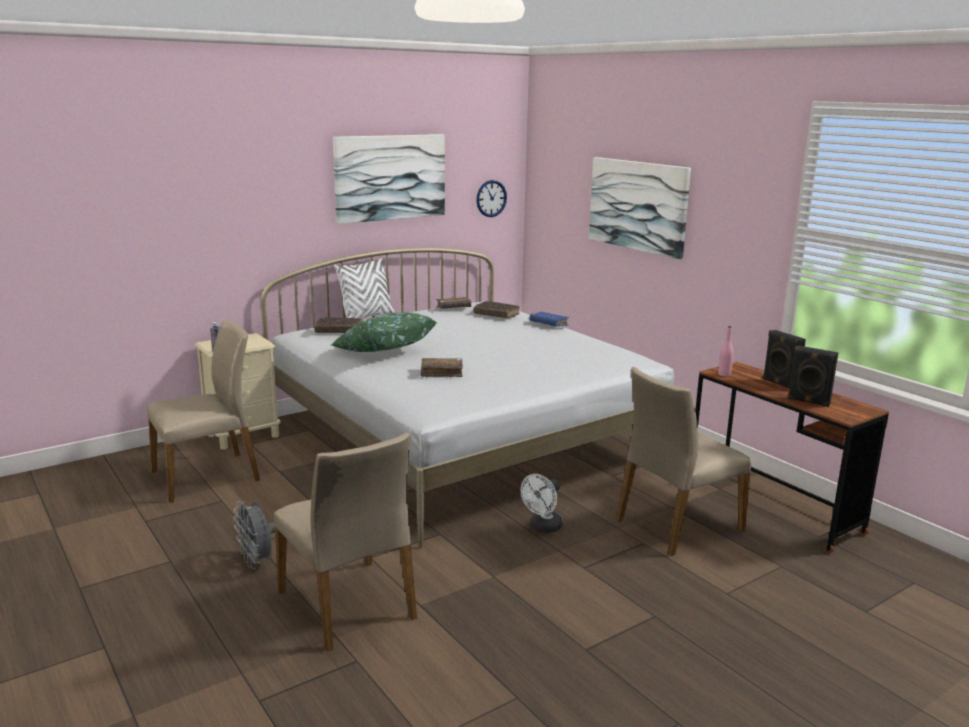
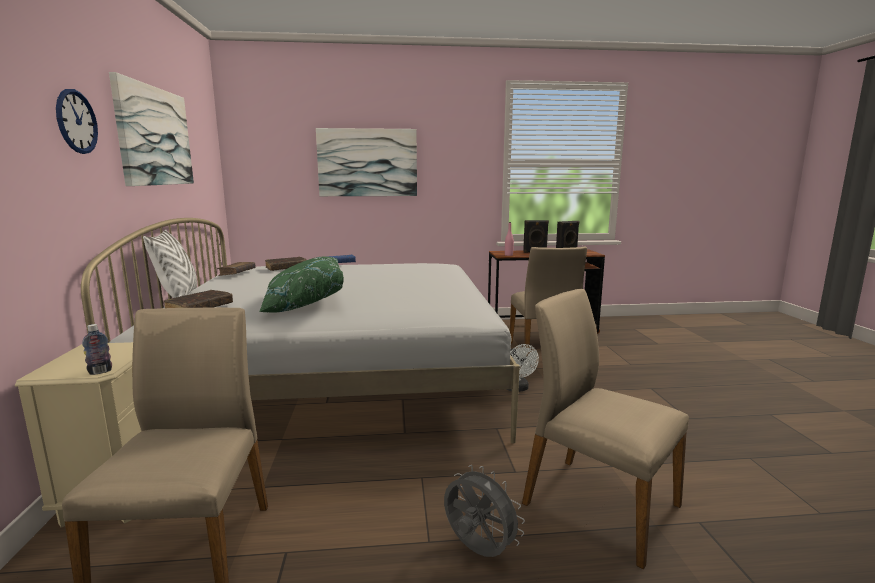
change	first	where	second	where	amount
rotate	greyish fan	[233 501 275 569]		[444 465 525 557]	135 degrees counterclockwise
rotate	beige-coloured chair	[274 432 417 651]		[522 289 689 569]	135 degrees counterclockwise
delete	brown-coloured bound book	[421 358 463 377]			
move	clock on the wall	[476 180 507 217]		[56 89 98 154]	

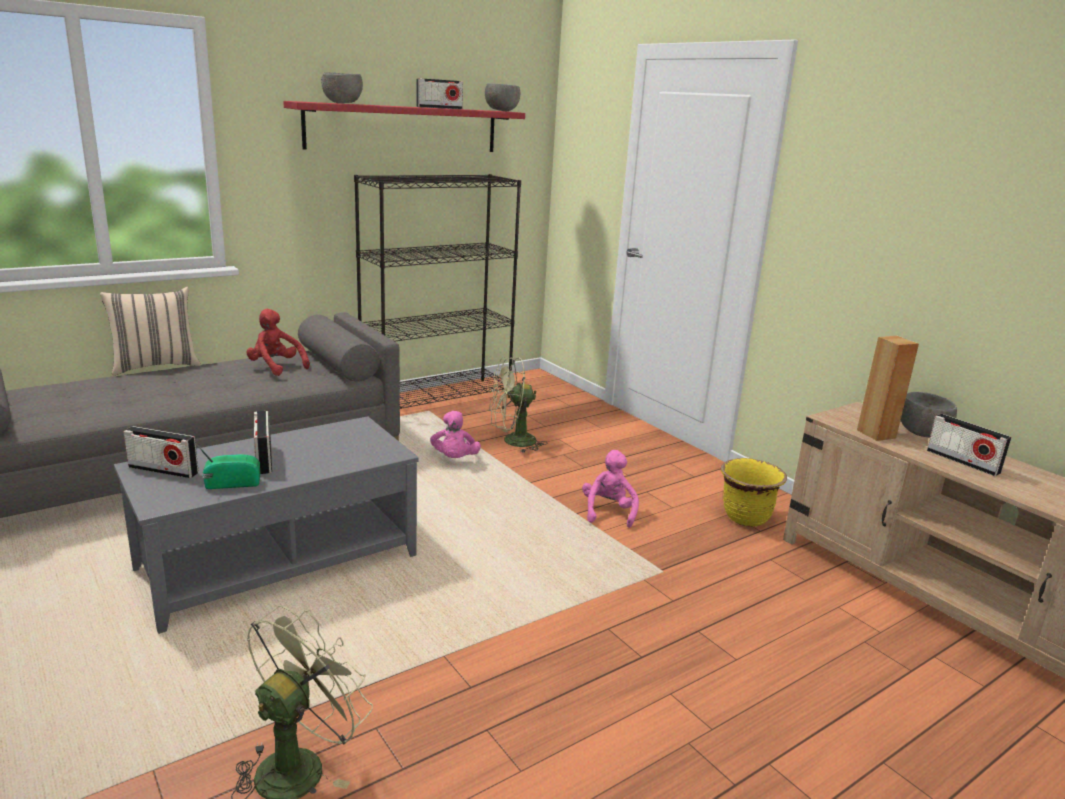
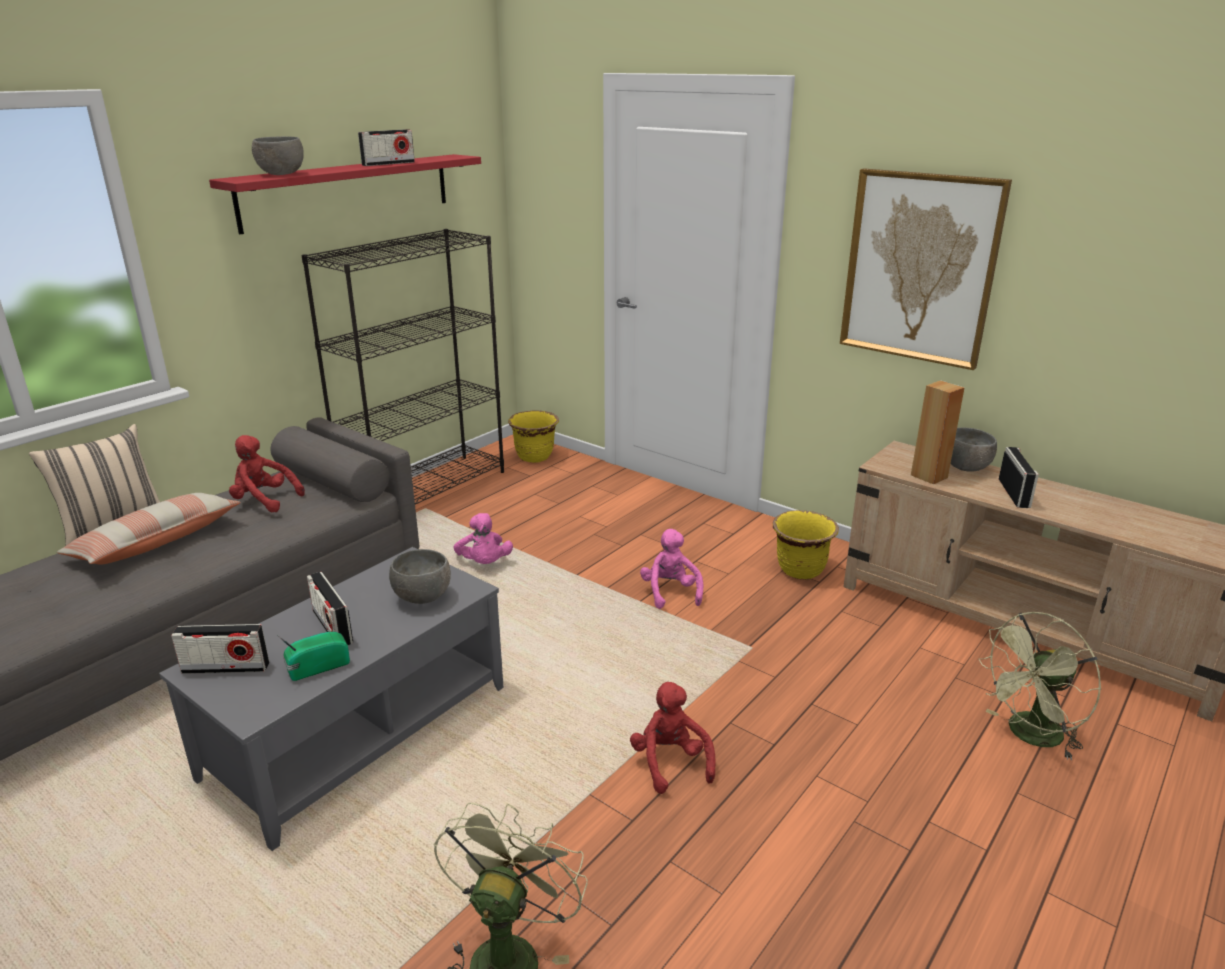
change	first	where	second	where	amount
move	greyish serving bowl	[485 83 520 111]		[389 549 451 604]	
move	green fan	[489 357 548 453]		[978 612 1101 760]	
rotate	radio set	[927 414 1012 476]		[999 447 1039 508]	120 degrees counterclockwise
insert			pillow	[57 493 241 565]	
insert			yellowish flower pot	[508 410 559 463]	
insert			reddish cuddly toy	[630 682 715 794]	
insert			wall picture	[840 168 1012 370]	

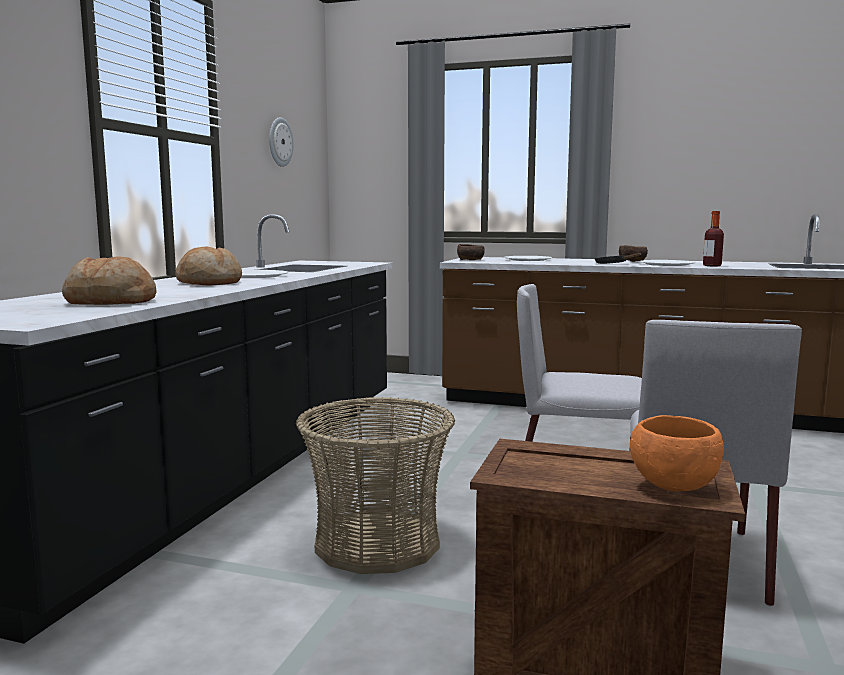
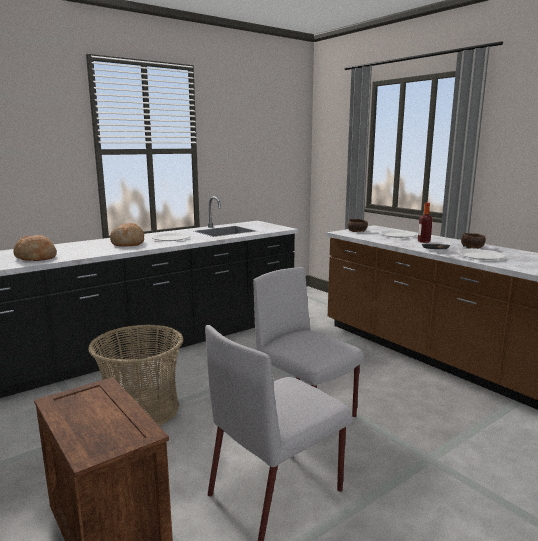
change	first	where	second	where	amount
delete	clock on the wall	[269 117 293 167]			
delete	orangey serving bowl	[630 415 724 492]			
move	beverage bottle	[703 211 724 266]		[418 203 432 243]	

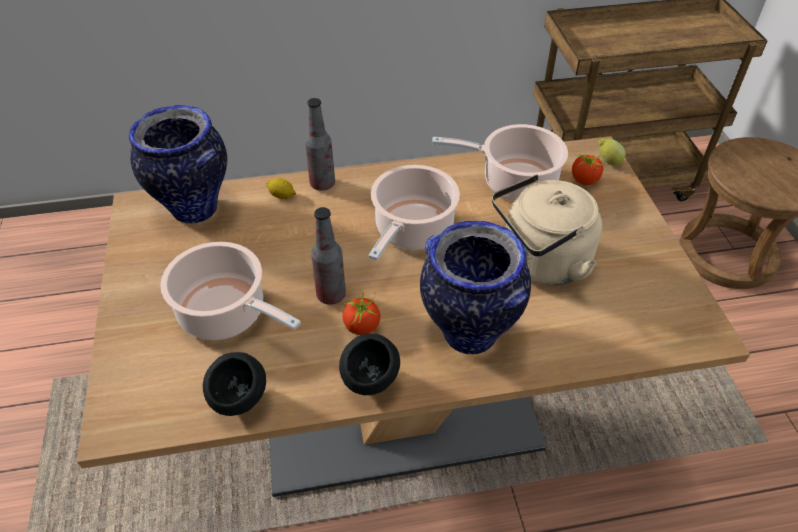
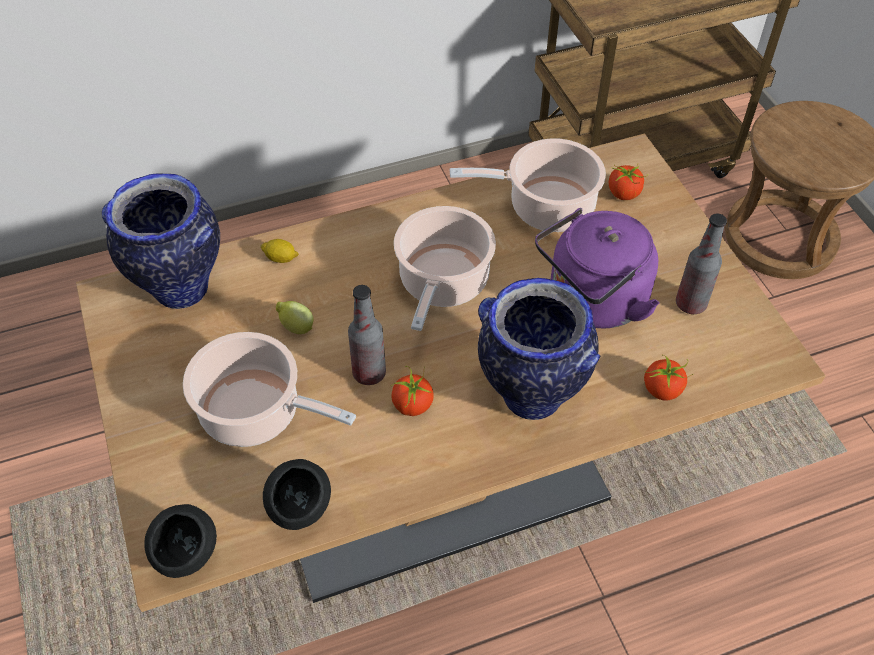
change	first	where	second	where	amount
move	beverage bottle	[305 98 335 191]		[676 213 727 314]	
move	black-coloured serving bowl	[339 334 400 395]		[144 504 217 578]	
recolor	beige-coloured water kettle	[492 174 602 285]	purplish water kettle	[535 208 659 329]	
move	whole lemon	[599 138 626 166]		[276 301 314 334]	
insert			tomato	[644 354 693 401]	

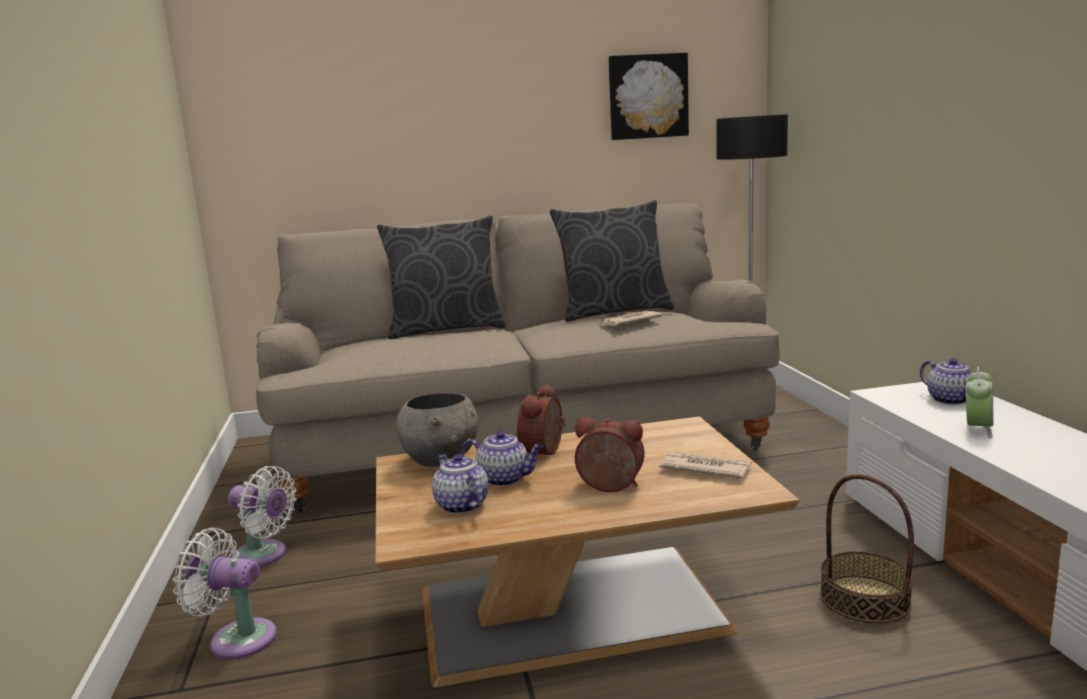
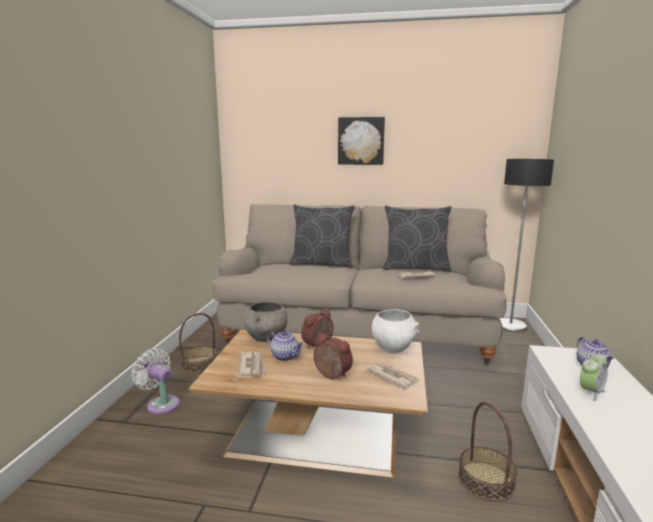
change	first	where	second	where	amount
replace	white fan	[228 466 297 568]	storage basket	[179 313 217 374]	
replace	teapot	[432 454 489 514]	printed paper	[237 352 265 378]	
move	wall picture	[609 53 689 140]		[338 117 385 165]	
insert			white serving bowl	[371 309 419 353]	

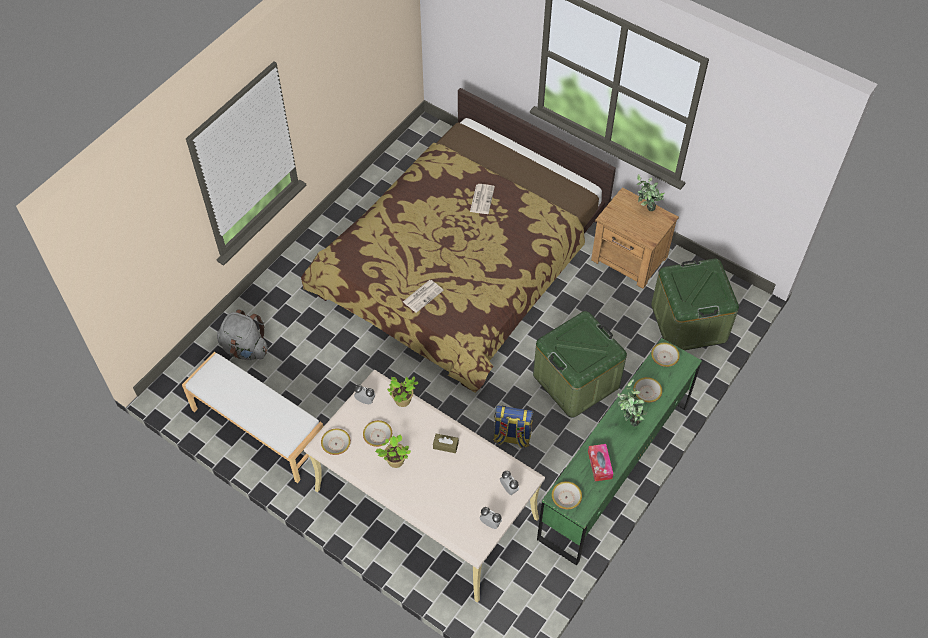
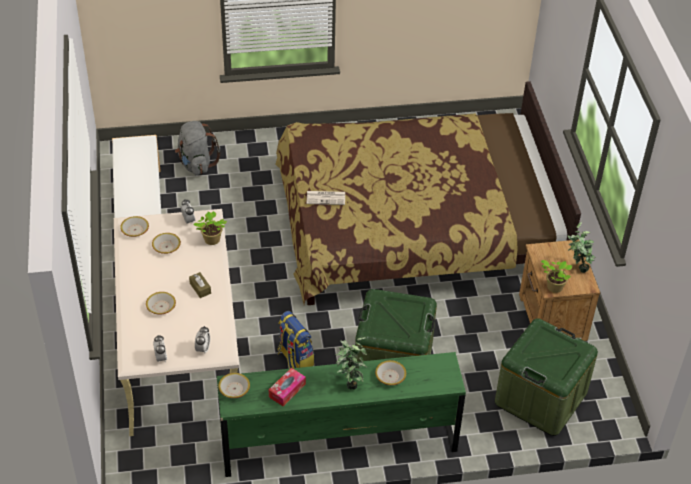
change	first	where	second	where	amount
move	houseplant	[375 435 411 468]		[541 260 572 293]	
delete	printed paper	[470 184 495 214]			
move	serving bowl	[651 343 680 367]		[146 292 176 315]	

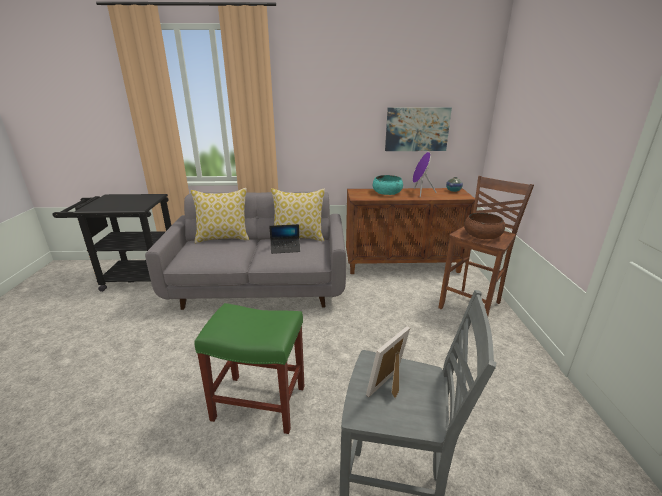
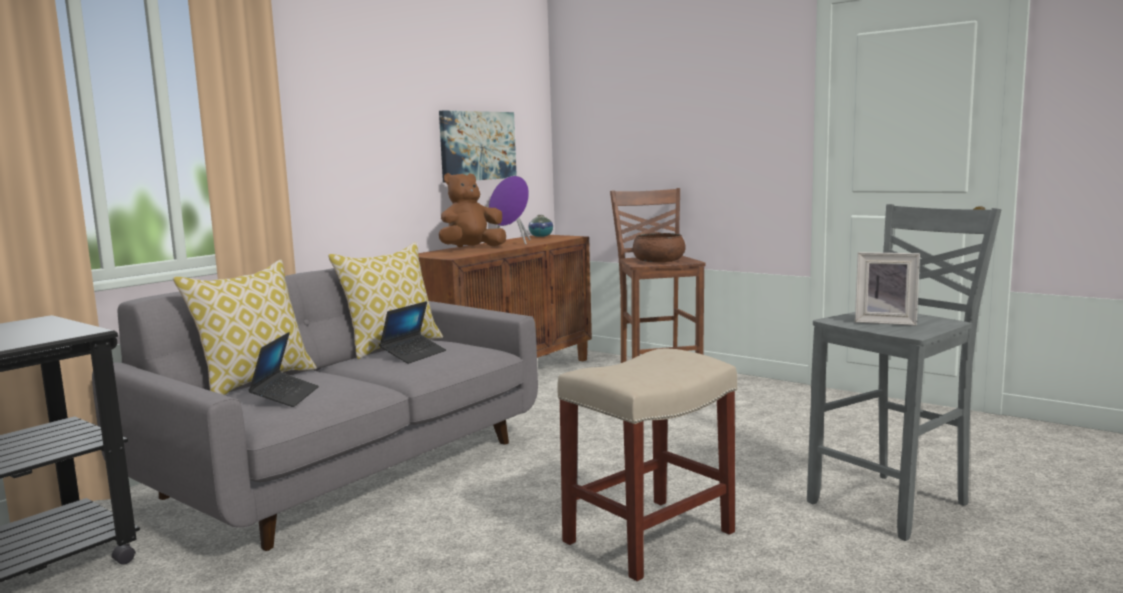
change	first	where	second	where	amount
recolor	green stool seat	[195 303 304 434]	beige-coloured stool seat	[557 349 737 581]	
rotate	standing frame	[366 326 410 398]		[855 252 920 326]	60 degrees counterclockwise
replace	turquoise-coloured serving bowl	[373 175 403 195]	brown-coloured cuddly toy	[439 173 506 247]	
insert			notebook computer	[248 332 319 407]	

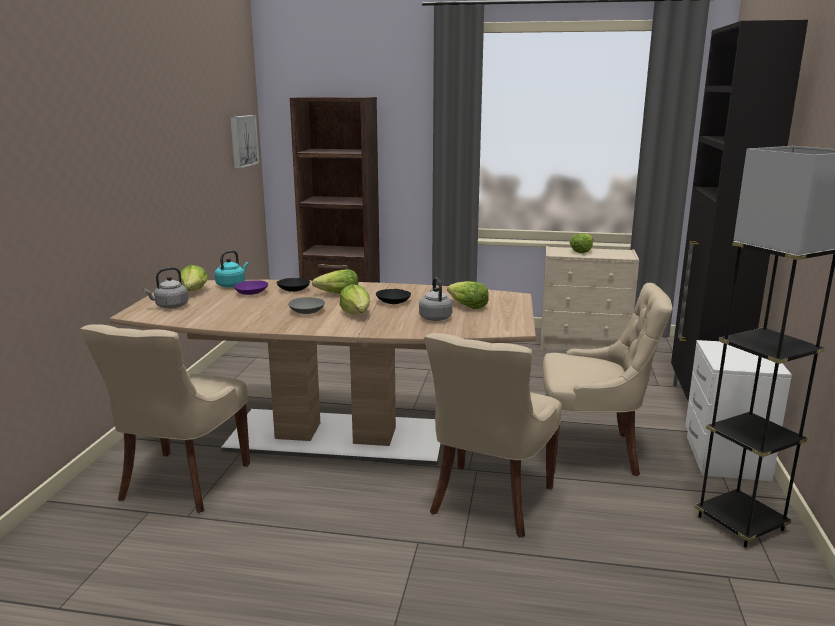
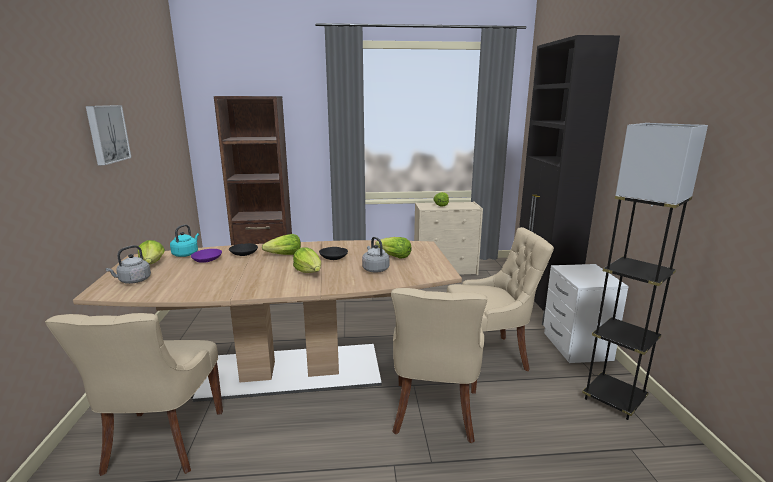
change	first	where	second	where	amount
move	wall picture	[230 115 259 168]		[86 105 132 165]	
delete	greyish serving bowl	[288 297 325 314]			

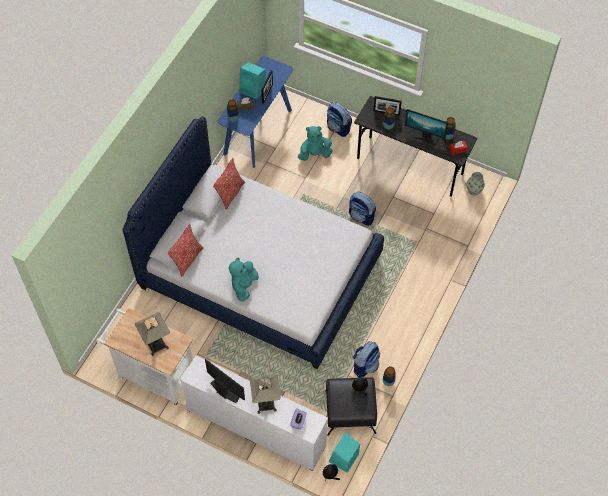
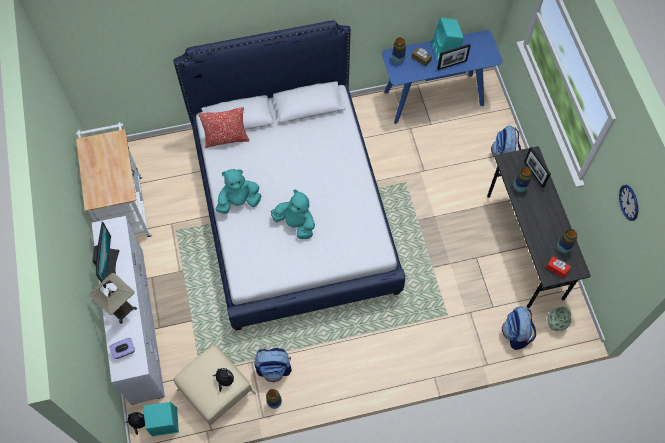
change	first	where	second	where	amount
delete	table lamp	[135 312 170 356]			
delete	pillow	[213 158 245 210]			
move	turquoise-coloured cuddly toy	[298 126 333 161]		[271 189 315 239]	
recolor	black-coloured pouffe	[325 377 377 436]	beige-coloured pouffe	[174 345 256 432]	
move	backpack	[349 191 376 226]		[502 306 536 350]	
delete	computer display	[405 109 448 145]			
insert			clock on the wall	[619 185 638 221]	

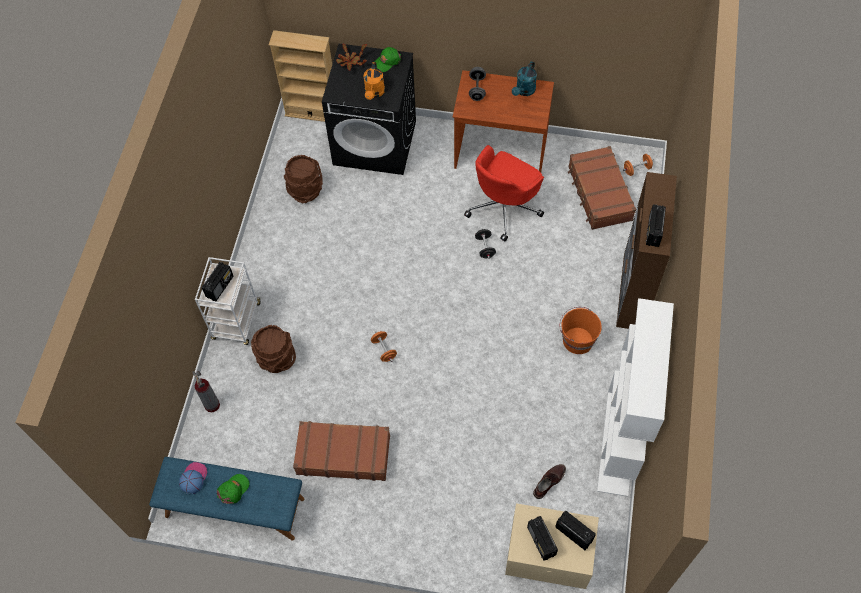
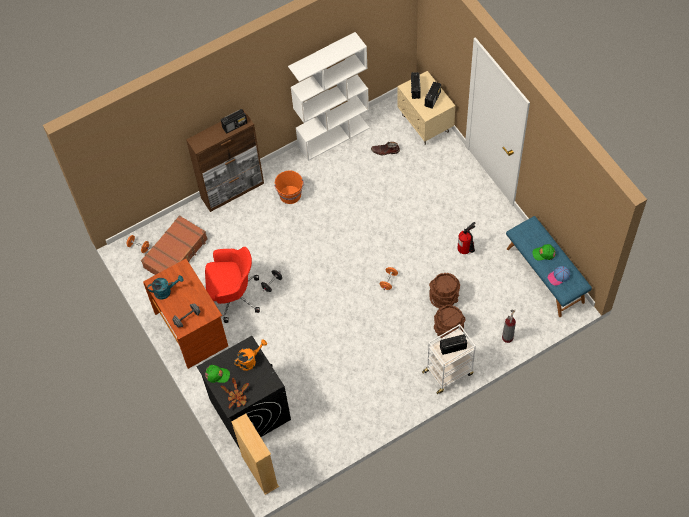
change	first	where	second	where	amount
move	brown-coloured pail	[284 155 323 203]		[429 273 460 308]	
replace	brown-coloured suitcase	[293 421 390 481]	extinguisher	[458 222 475 254]	

